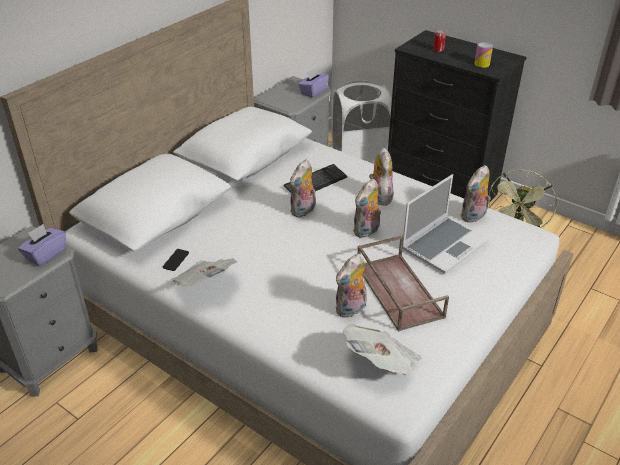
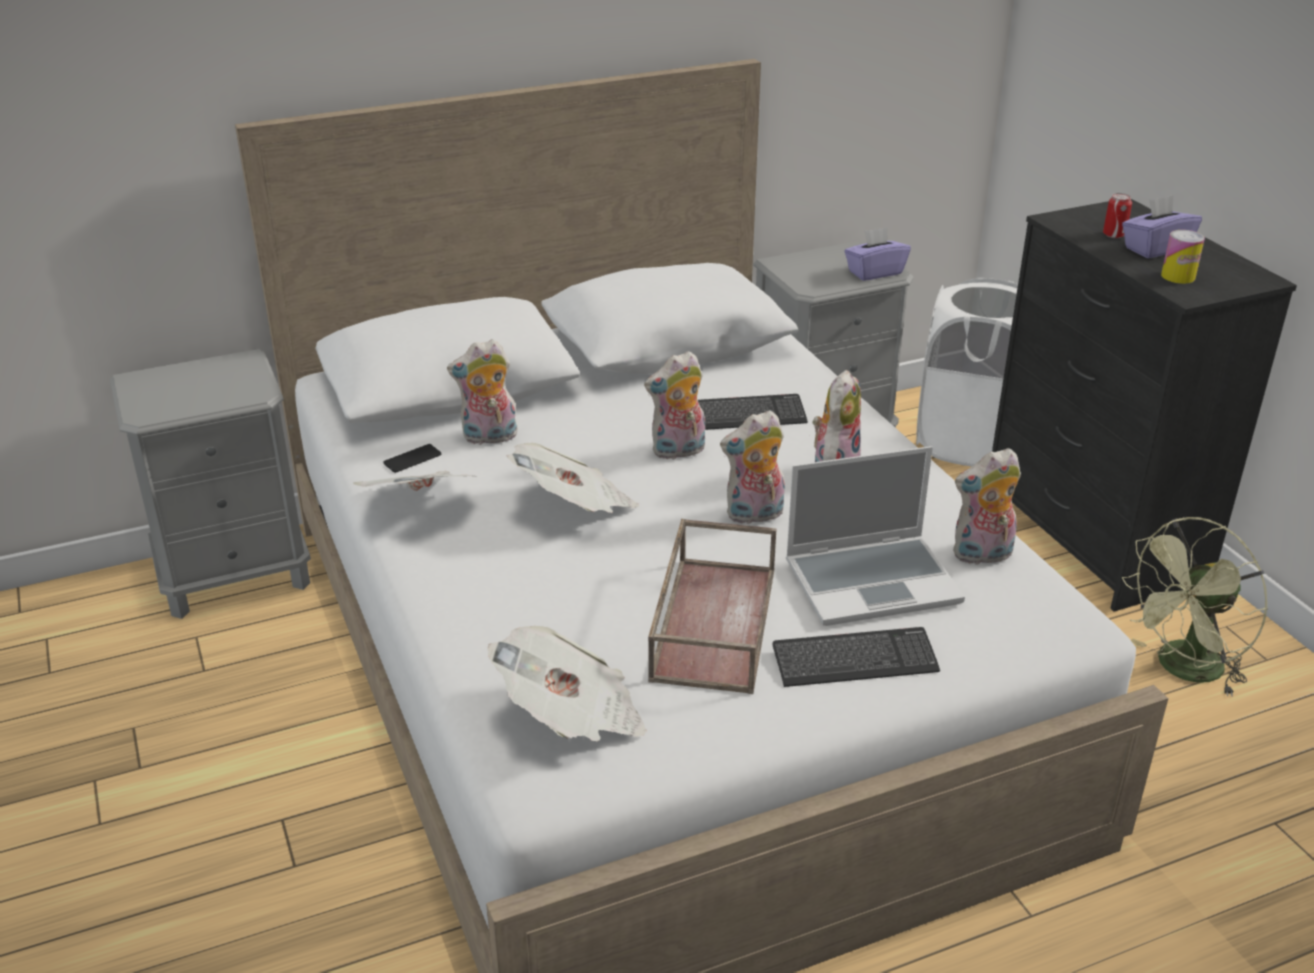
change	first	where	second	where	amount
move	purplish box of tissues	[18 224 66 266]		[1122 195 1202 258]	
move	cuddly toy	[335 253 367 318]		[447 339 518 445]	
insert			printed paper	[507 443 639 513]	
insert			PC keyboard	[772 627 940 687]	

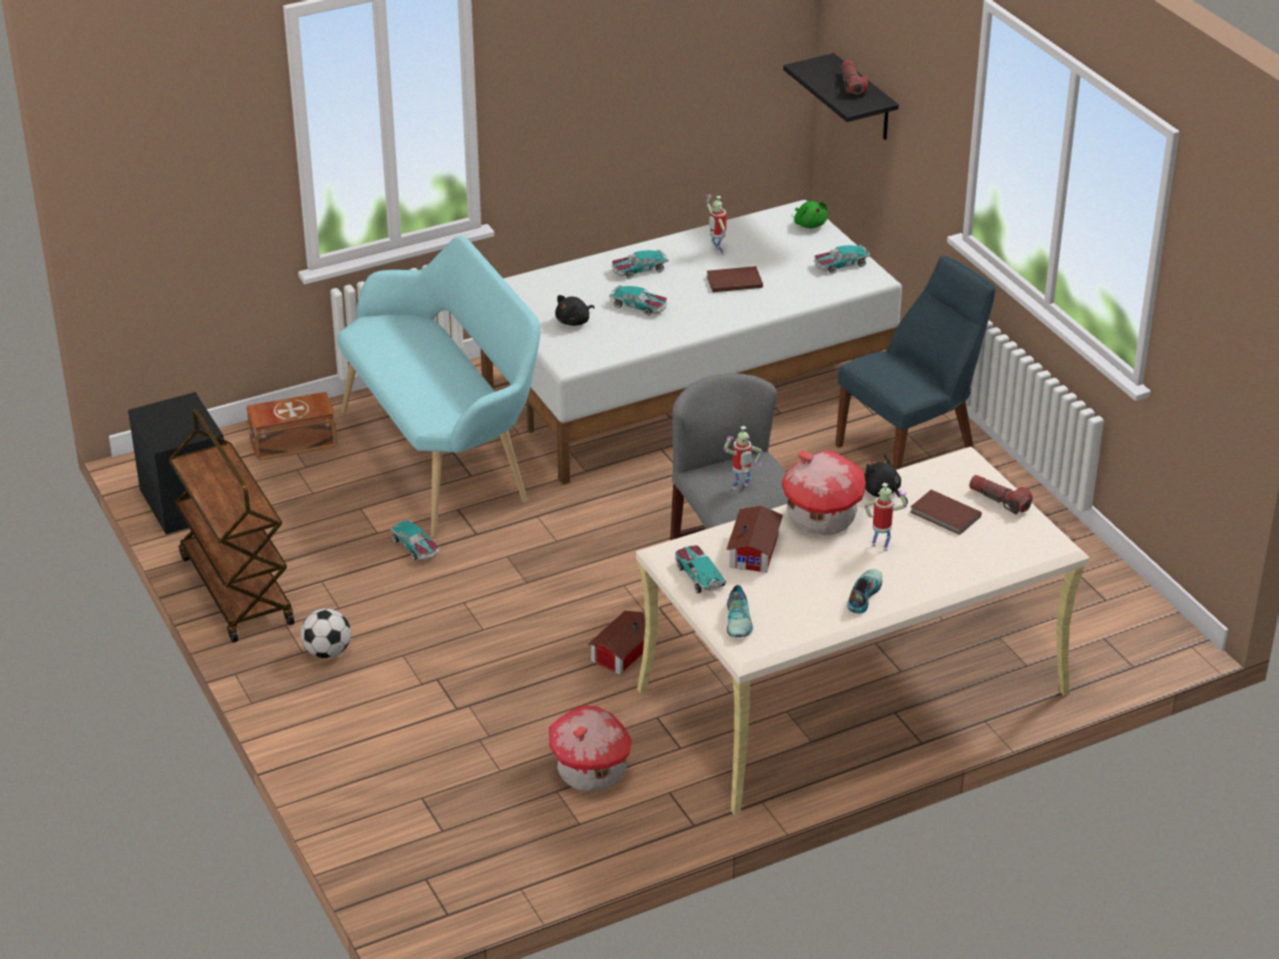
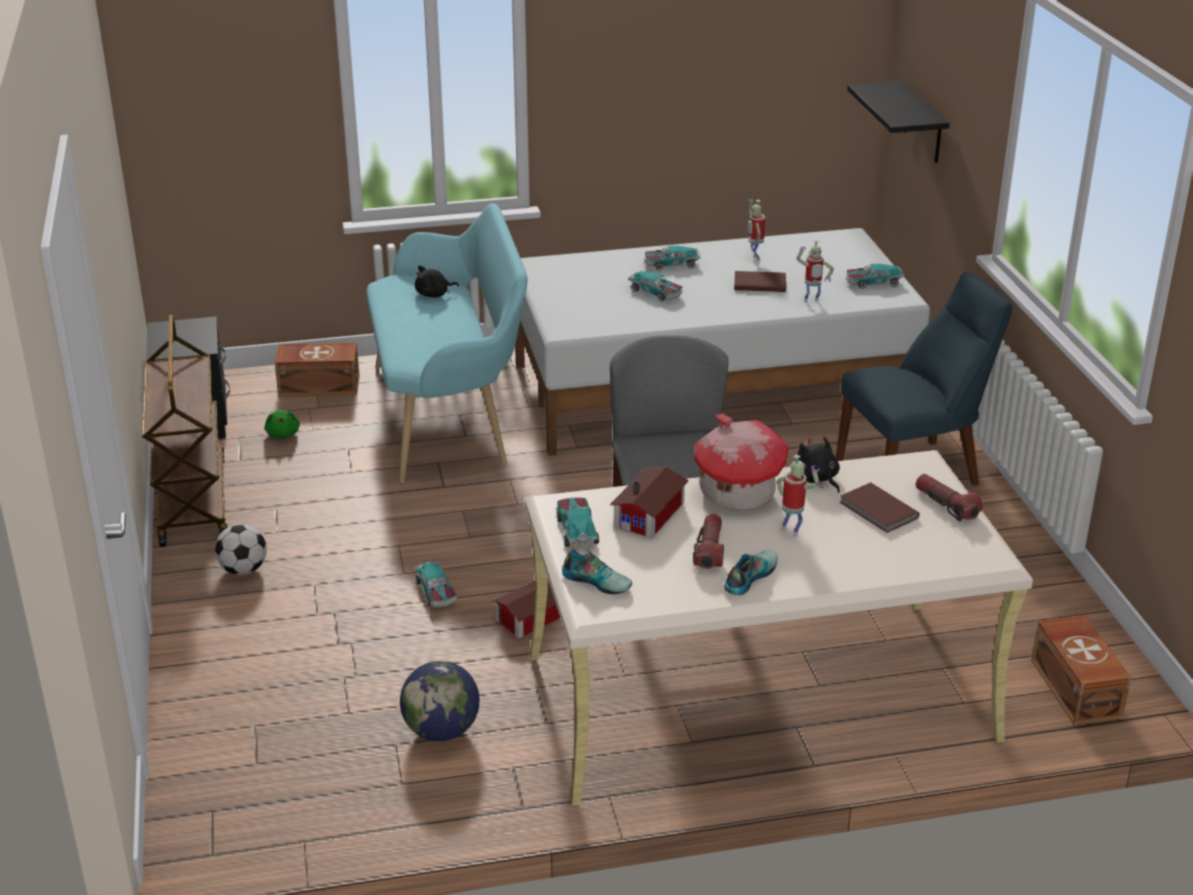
change	first	where	second	where	amount
move	miniature car	[390 519 439 560]		[415 561 457 607]	
replace	miniature house	[549 705 632 791]	desk globe	[400 661 480 741]	
move	black-coloured cuddly toy	[555 295 594 326]		[415 266 459 297]	
move	toy robot	[724 426 763 489]		[797 240 834 302]	
rotate	low shoe	[727 585 753 637]		[562 549 632 594]	75 degrees counterclockwise
move	green cuddly toy	[794 201 828 228]		[265 410 300 439]	
move	torch	[841 60 868 95]		[693 514 724 569]	
insert			brown-coloured storage box	[1031 615 1131 725]	

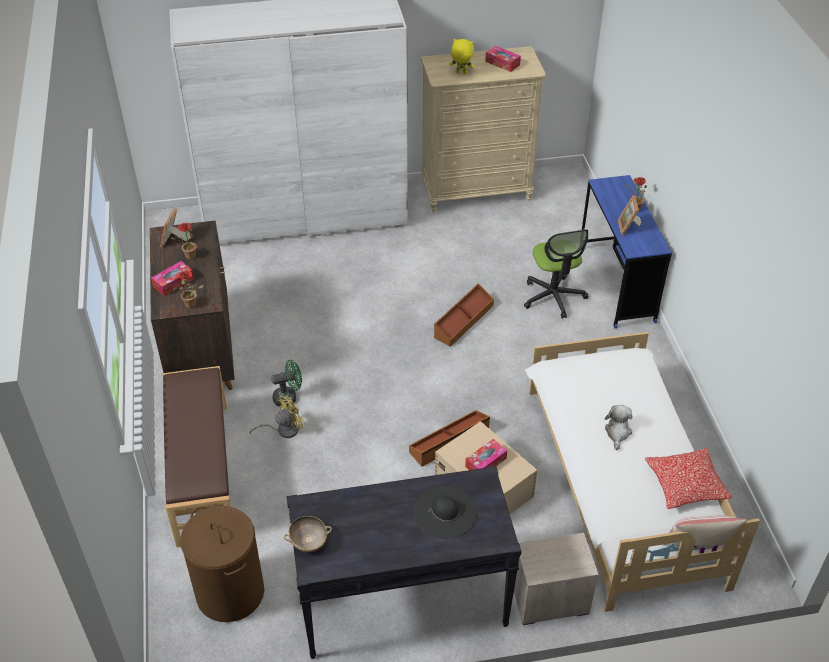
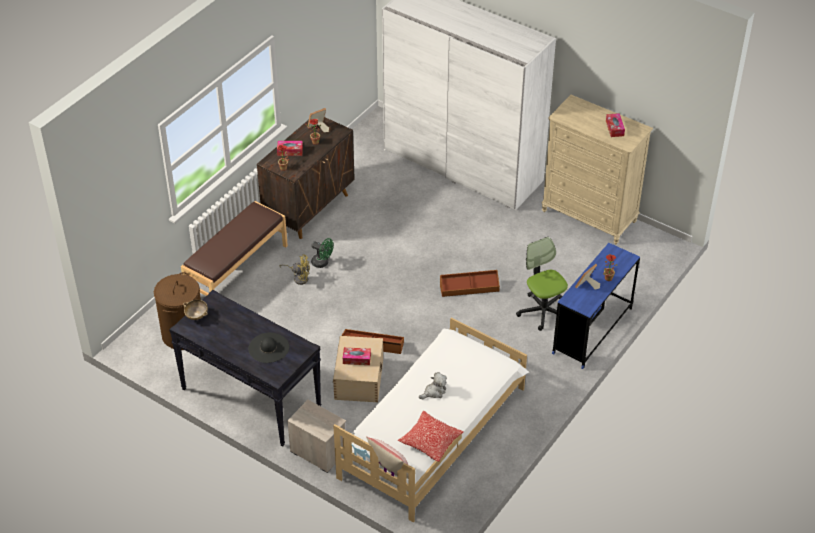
change	first	where	second	where	amount
delete	yellowish cuddly toy	[449 39 475 74]			
rotate	computer chair	[524 229 588 319]		[516 237 568 331]	120 degrees clockwise

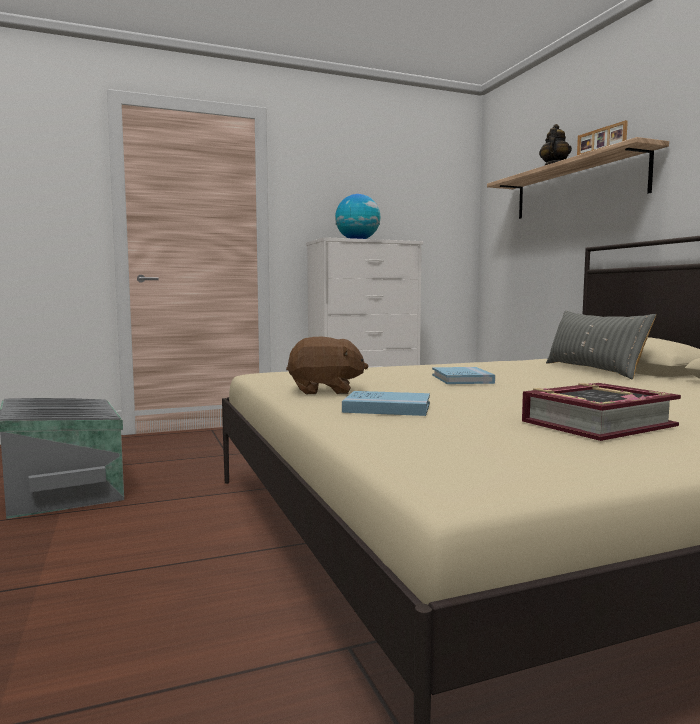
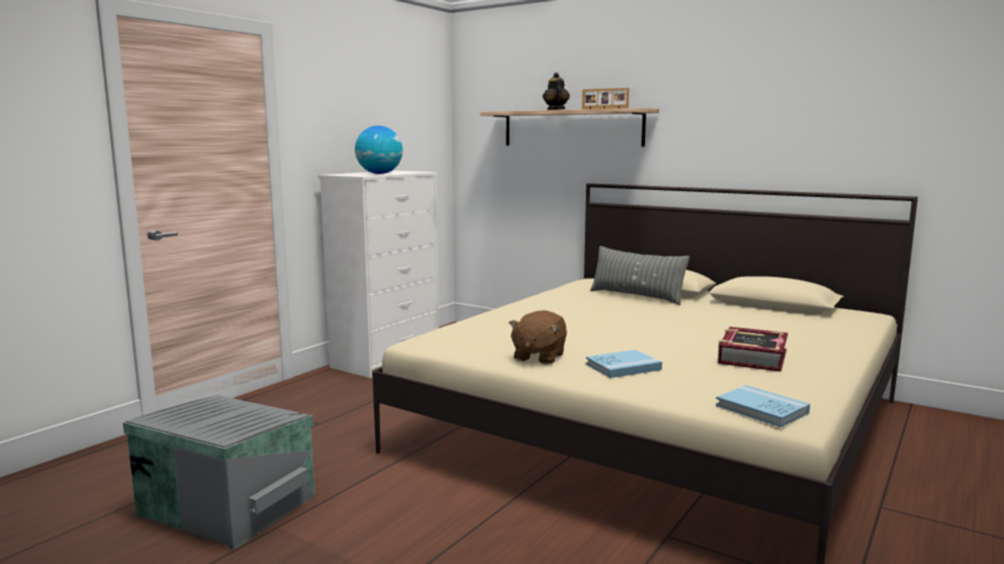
change	first	where	second	where	amount
rotate	brown-coloured cuddly toy	[286 337 369 394]		[509 310 567 364]	150 degrees clockwise
move	blue bound book	[432 367 495 384]		[716 385 810 427]	

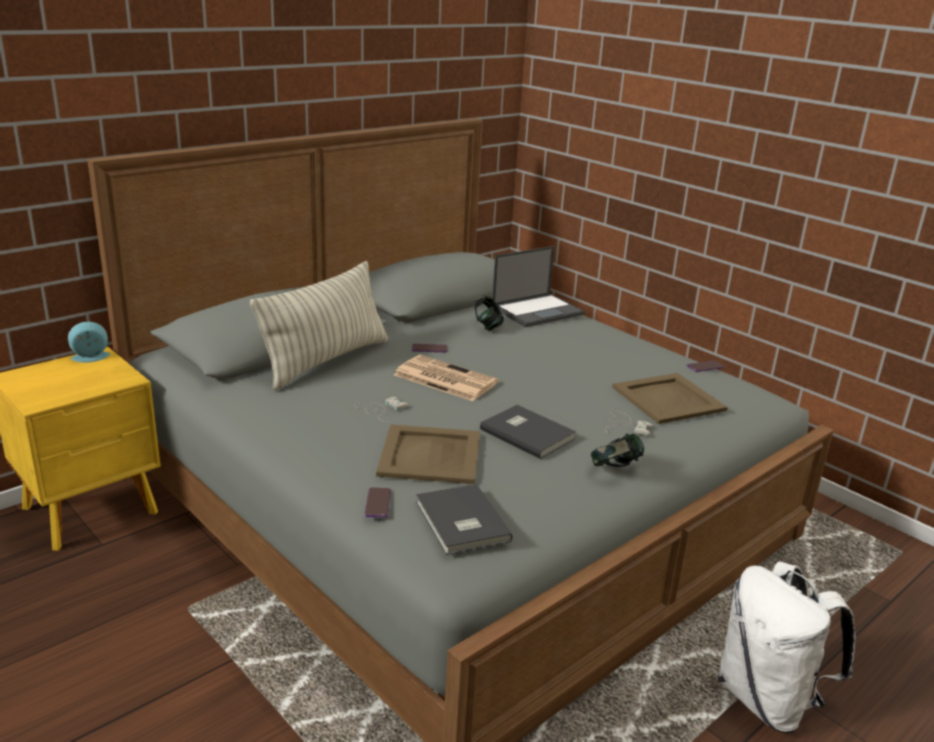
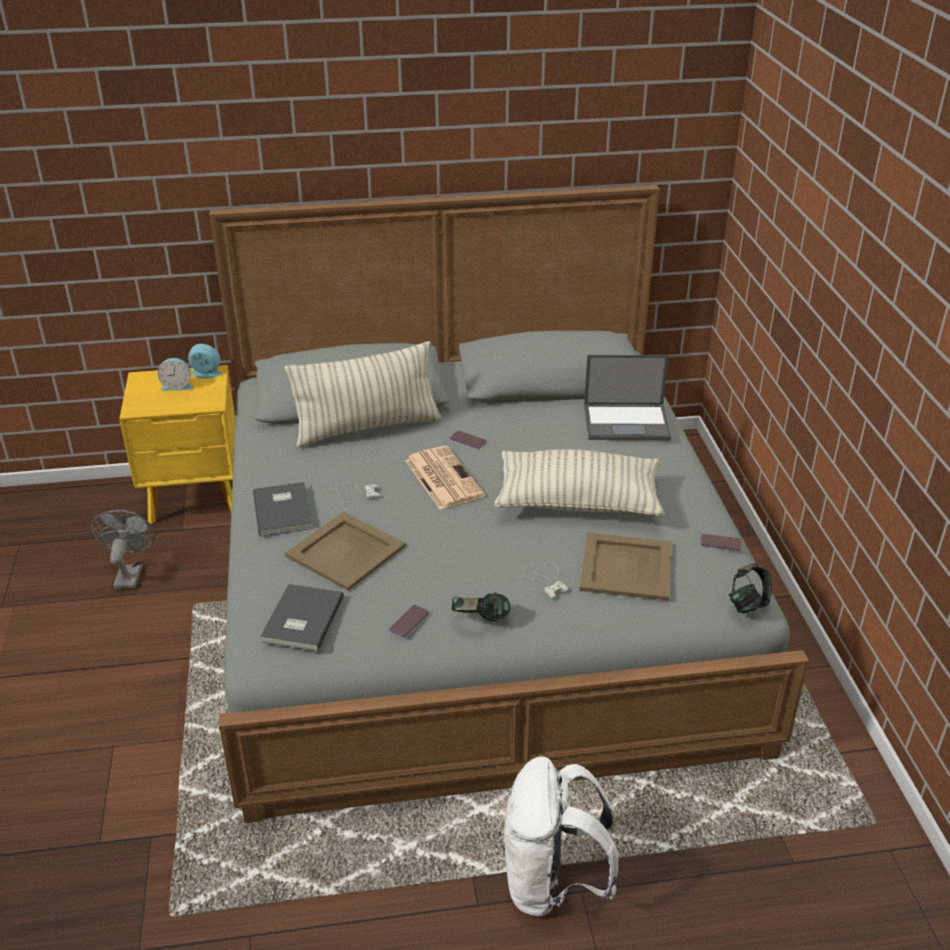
change	first	where	second	where	amount
move	telephone	[364 488 391 518]		[389 605 429 637]	
move	headset	[475 295 504 331]		[729 563 772 613]	
move	greyish bound book	[480 405 576 459]		[253 482 313 536]	
insert			greyish fan	[91 510 155 589]	
insert			alarm clock	[158 358 193 391]	
insert			pillow	[494 449 665 516]	

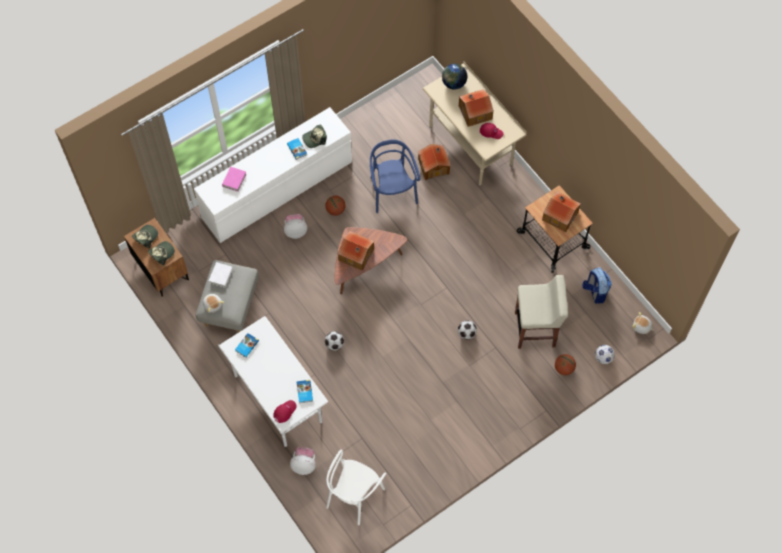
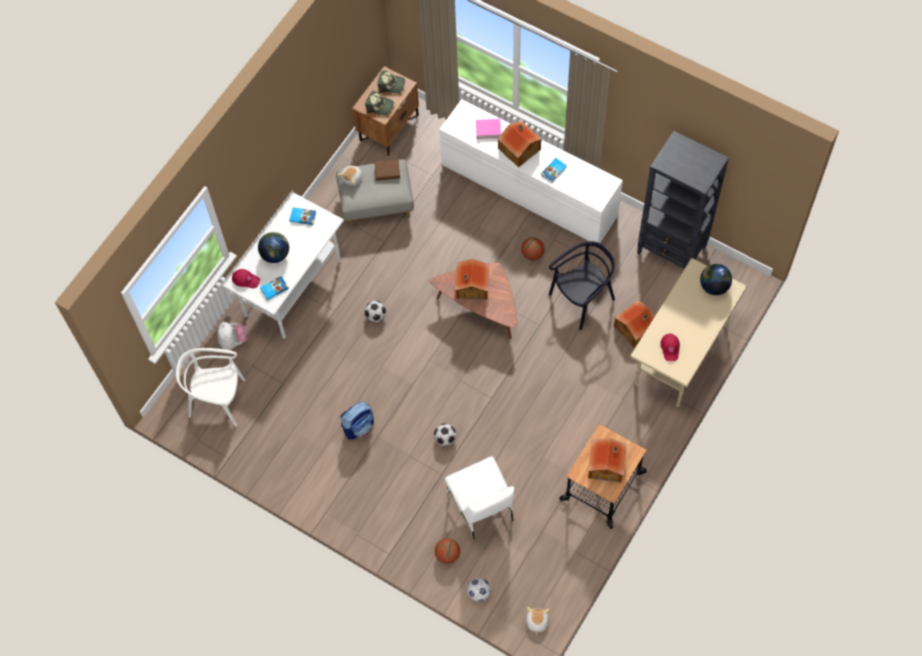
change	first	where	second	where	amount
recolor	white bound book	[209 262 233 288]	brown-coloured bound book	[374 160 400 181]	
delete	cuddly toy	[284 214 307 239]			
delete	baseball cap	[302 124 327 148]			
recolor	blue chair	[370 139 420 213]	black-coloured chair	[549 241 615 330]	
move	miniature house	[459 89 494 127]		[498 120 542 167]	
replace	beige-coloured stool seat	[515 275 568 349]	white chair	[445 456 515 539]	
move	backpack	[582 267 612 304]		[341 402 374 440]	
insert			desk globe	[258 232 289 263]	
insert			black-coloured shelving unit	[637 131 729 269]	

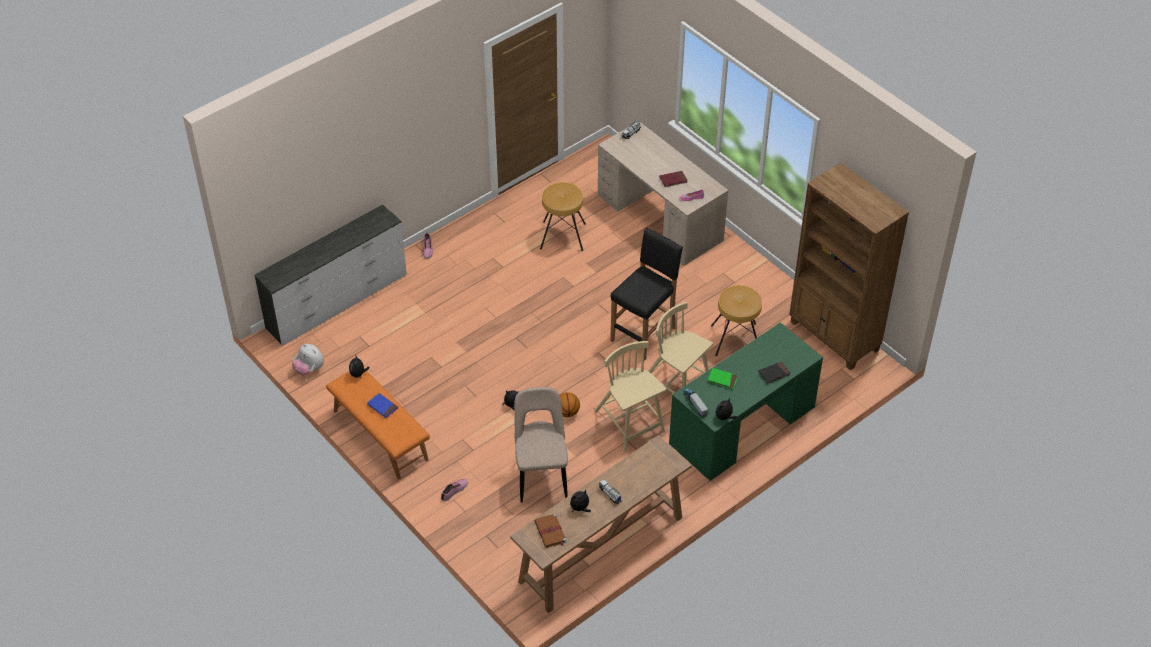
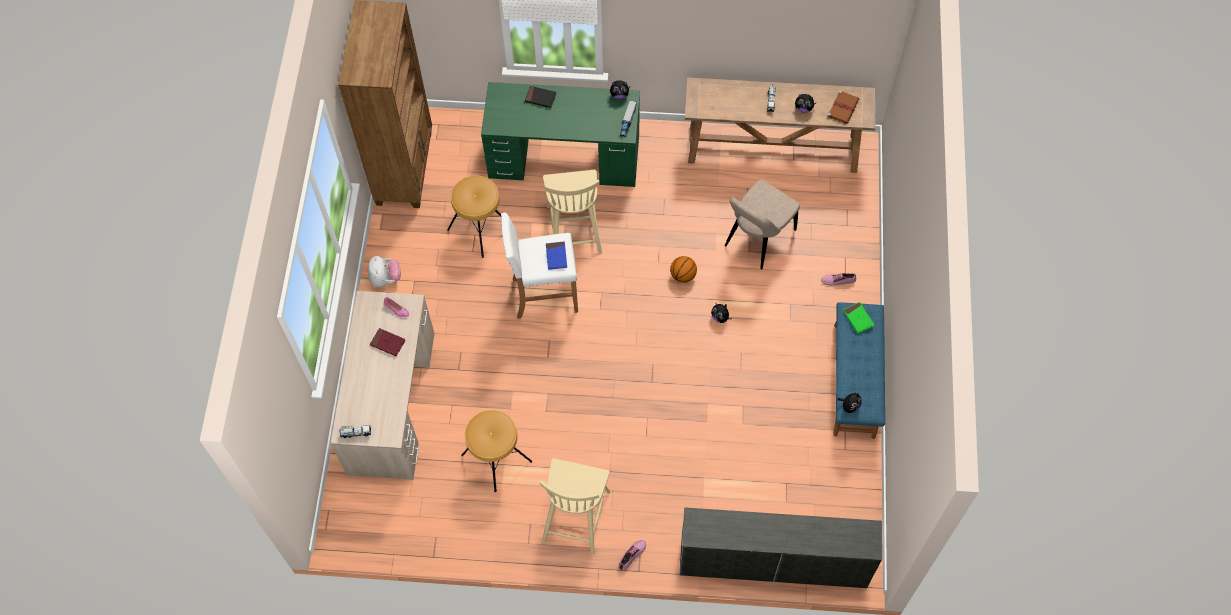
change	first	where	second	where	amount
move	cuddly toy	[292 344 324 376]		[368 256 401 288]	
recolor	orangey bench	[326 371 430 479]	blue bench	[833 302 885 439]	
move	blue bound book	[367 393 398 418]		[546 241 567 270]	
move	beige-coloured chair	[595 341 666 451]		[540 458 611 555]	
recolor	black-coloured stool seat	[610 228 683 361]	white stool seat	[501 212 578 319]	
move	green bound book	[707 368 738 389]		[843 302 874 334]	

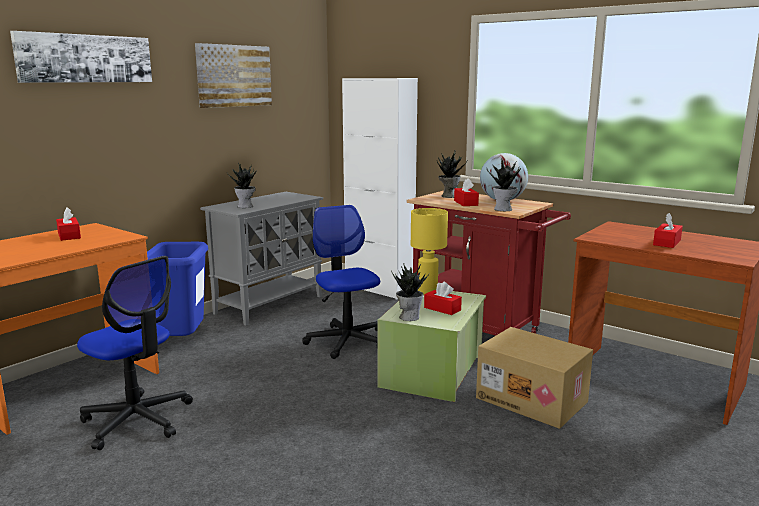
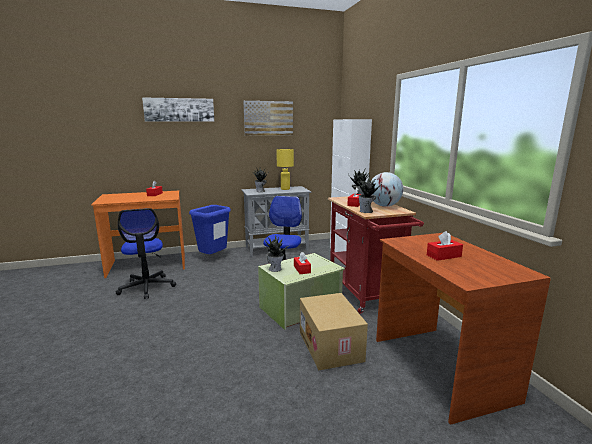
change	first	where	second	where	amount
move	yellowish table lamp	[411 208 448 295]		[276 149 294 190]	

